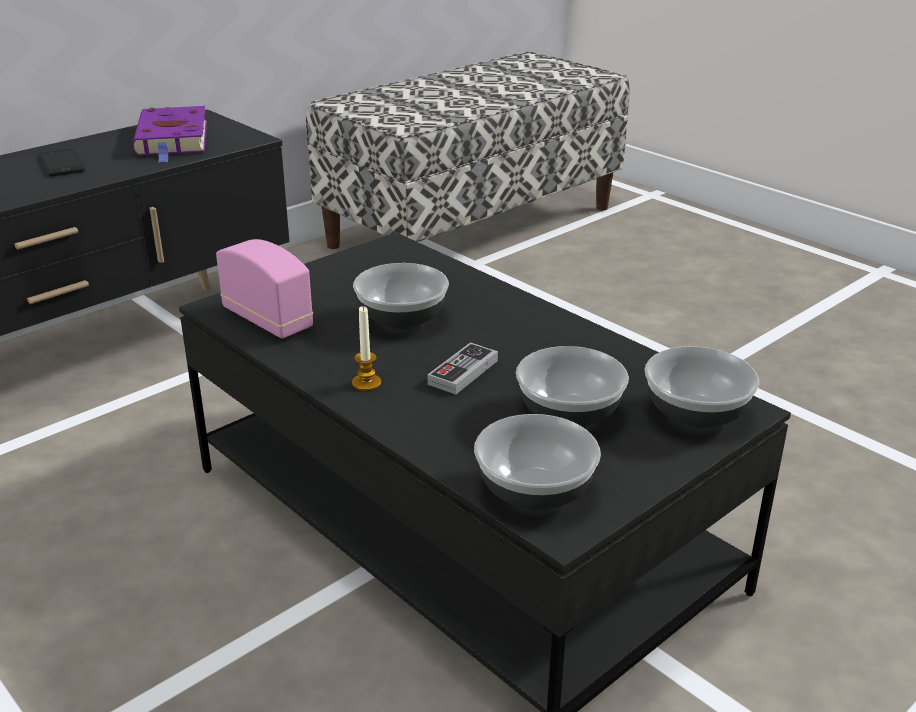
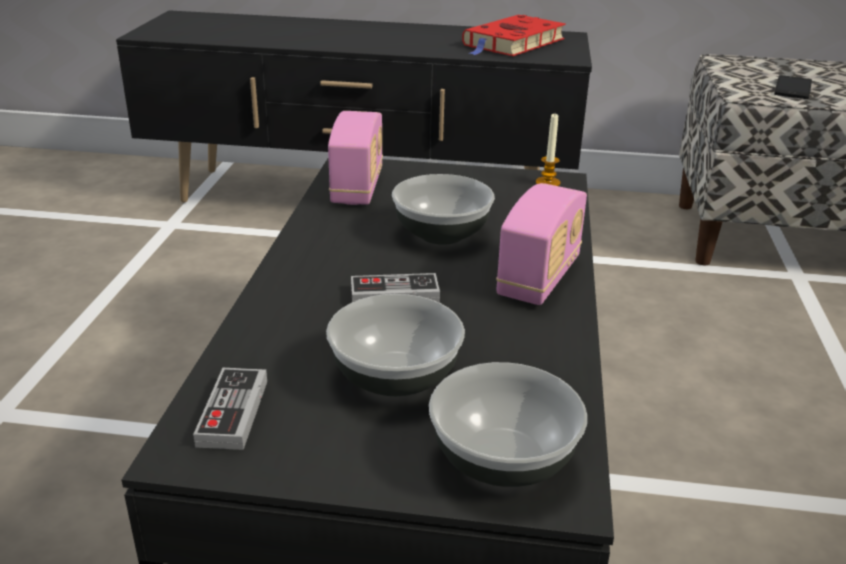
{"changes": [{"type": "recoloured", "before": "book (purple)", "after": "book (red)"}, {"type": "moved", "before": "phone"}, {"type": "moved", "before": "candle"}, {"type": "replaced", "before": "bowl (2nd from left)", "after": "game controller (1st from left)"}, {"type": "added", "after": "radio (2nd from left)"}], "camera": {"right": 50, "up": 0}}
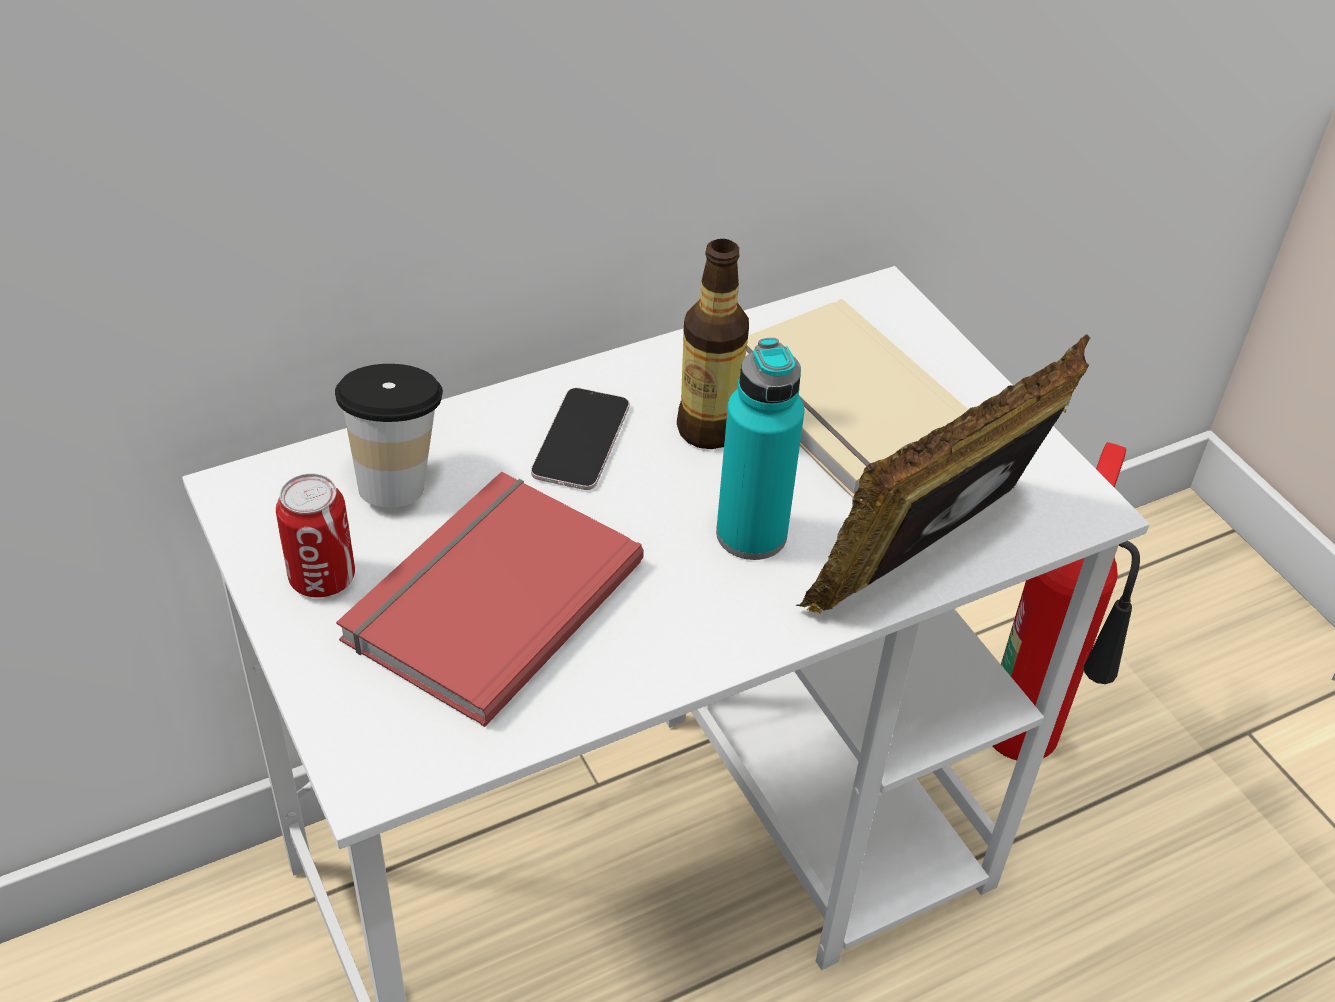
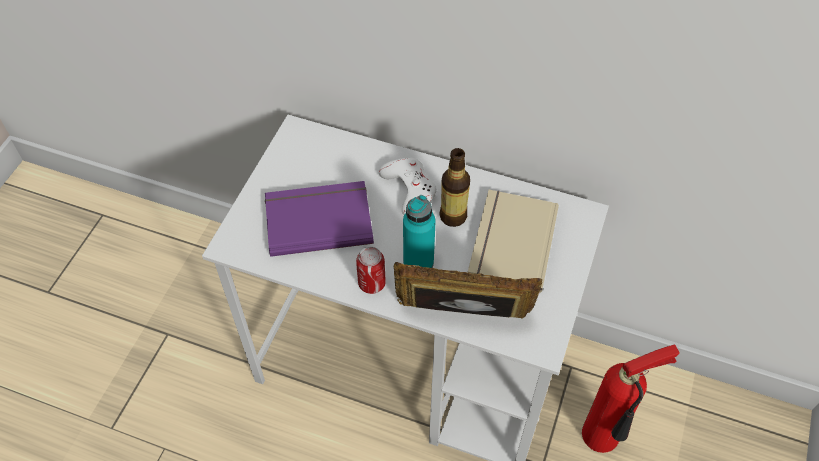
{"changes": [{"type": "removed", "before": "cup"}, {"type": "replaced", "before": "phone", "after": "game controller (white)"}, {"type": "recoloured", "before": "book (red)", "after": "book (purple)"}, {"type": "moved", "before": "can"}], "camera": {"right": 50, "up": 10}}
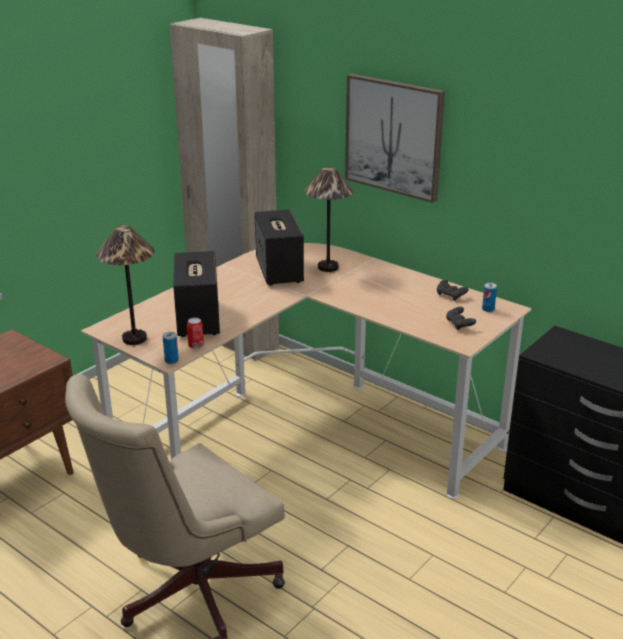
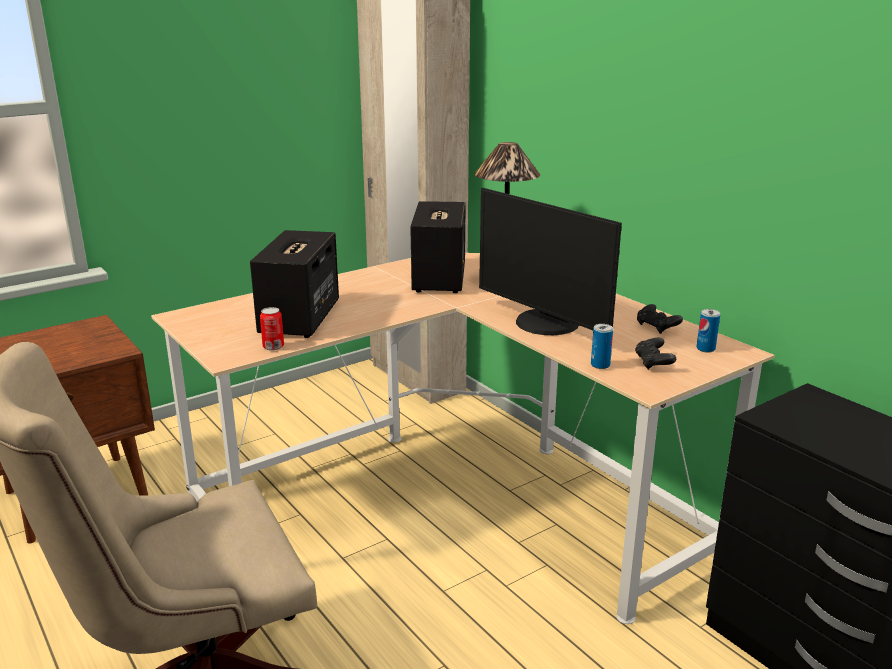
{"changes": [{"type": "removed", "before": "picture"}, {"type": "removed", "before": "table lamp (1st from left)"}, {"type": "moved", "before": "can (1st from left in the first image)", "after": "can (2nd from left)"}, {"type": "added", "after": "monitor"}], "camera": {"right": 15, "up": -5}}
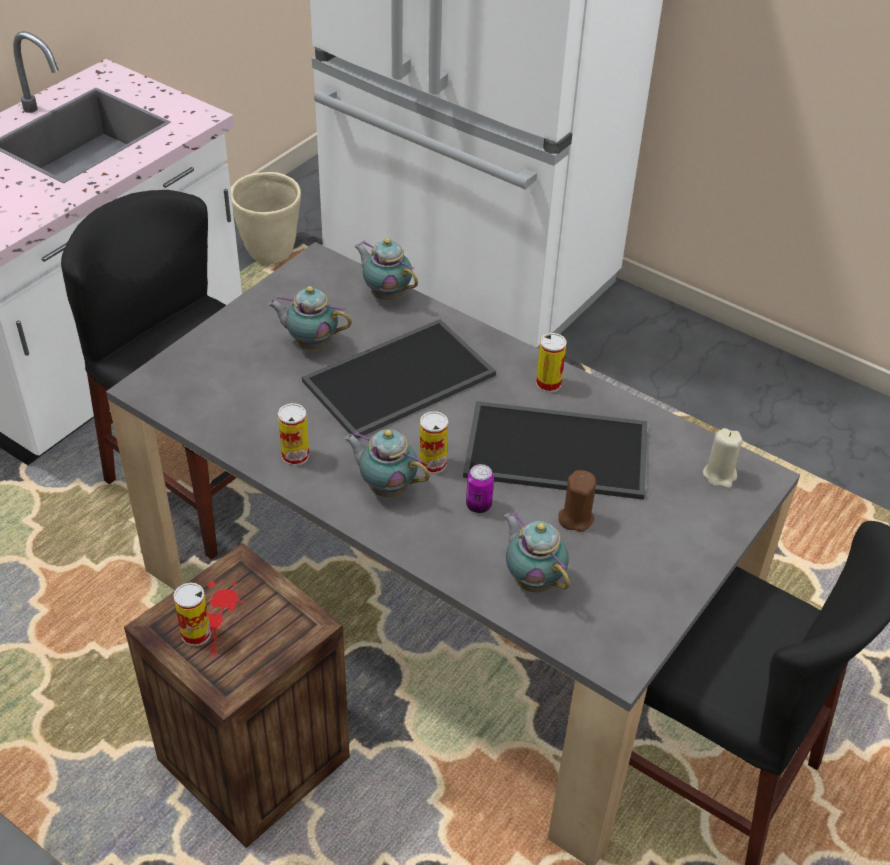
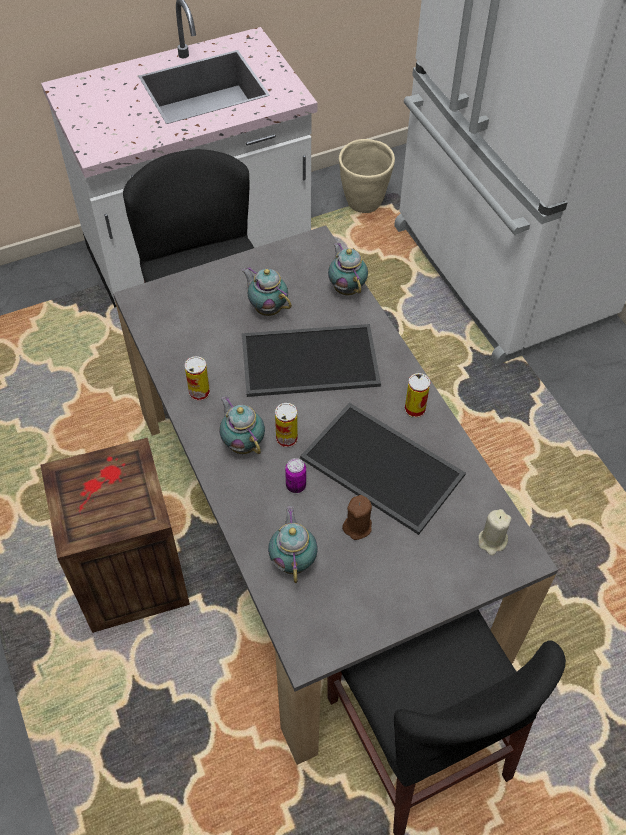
{"changes": [{"type": "removed", "before": "can (1st from left)"}], "camera": {"right": 30, "up": 10}}
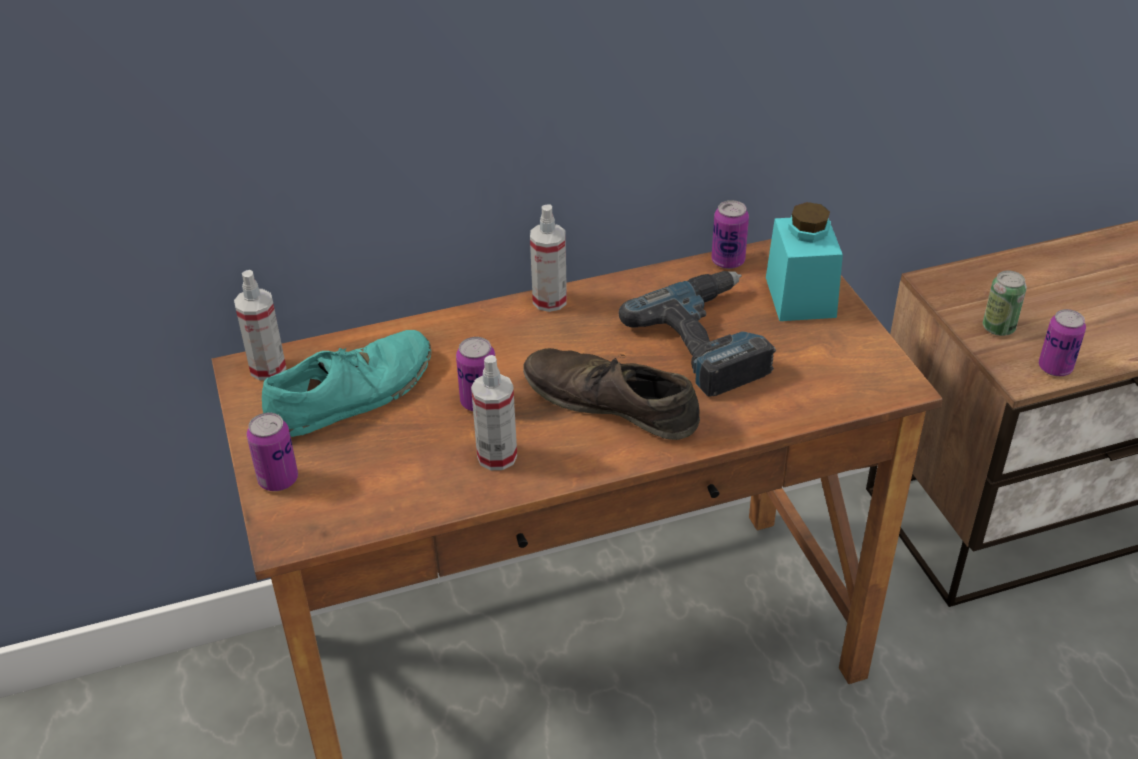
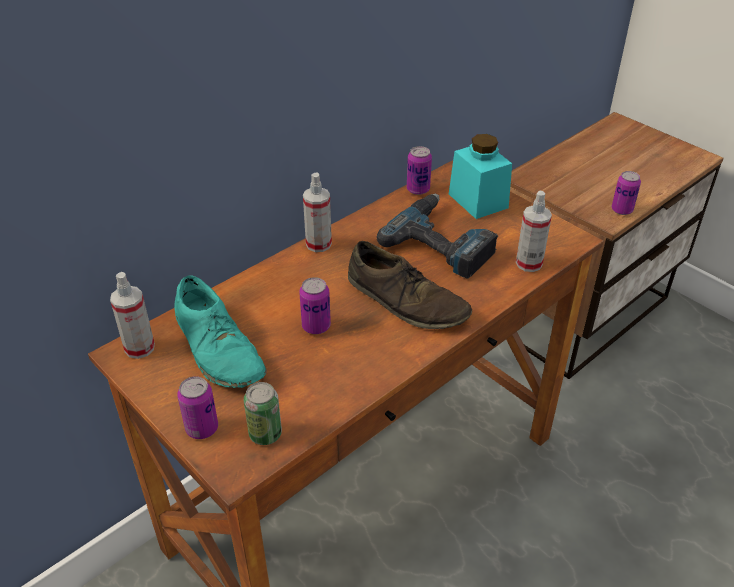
{"changes": [{"type": "moved", "before": "can (4th from left in the first image)", "after": "can (2nd from left)"}, {"type": "turned", "before": "shoe (turquoise)", "turn": 120}, {"type": "turned", "before": "shoe (brown)", "turn": -150}, {"type": "moved", "before": "spray bottle (2nd from left in the first image)", "after": "spray bottle (3rd from left)"}], "camera": {"right": -25, "up": 0}}
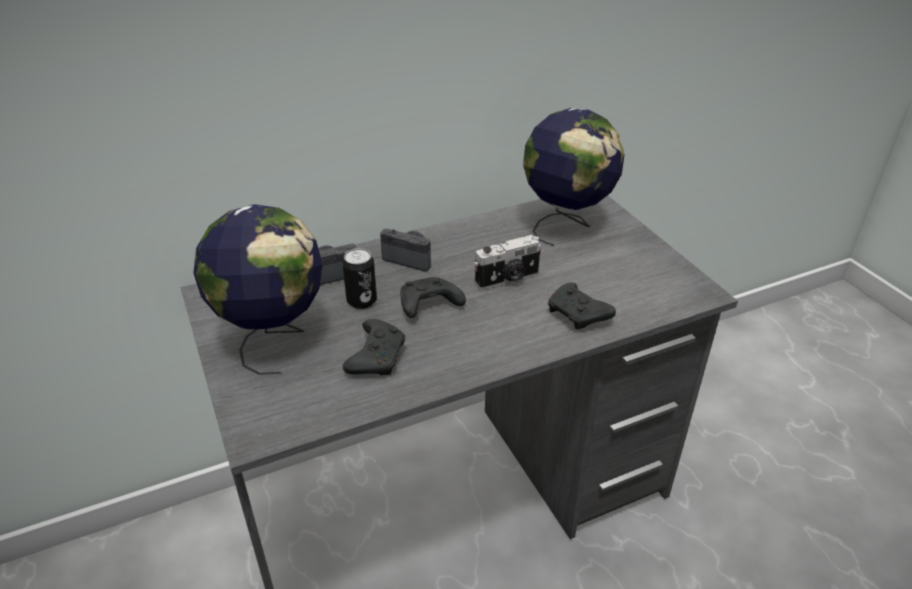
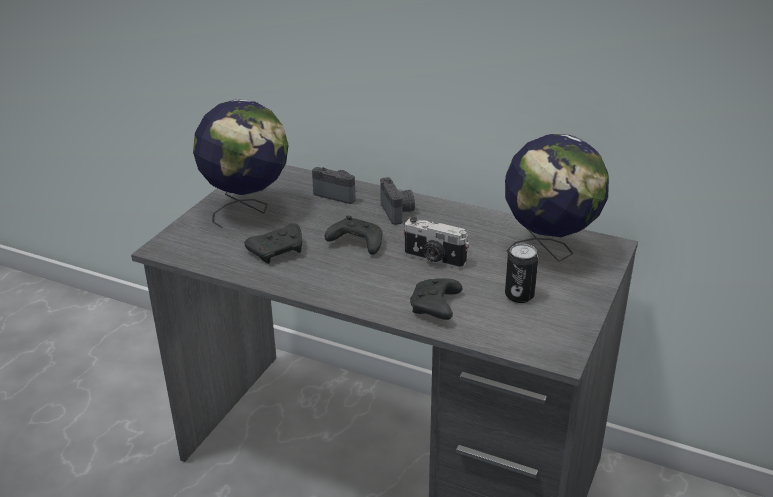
{"changes": [{"type": "moved", "before": "can"}], "camera": {"right": 50, "up": -5}}
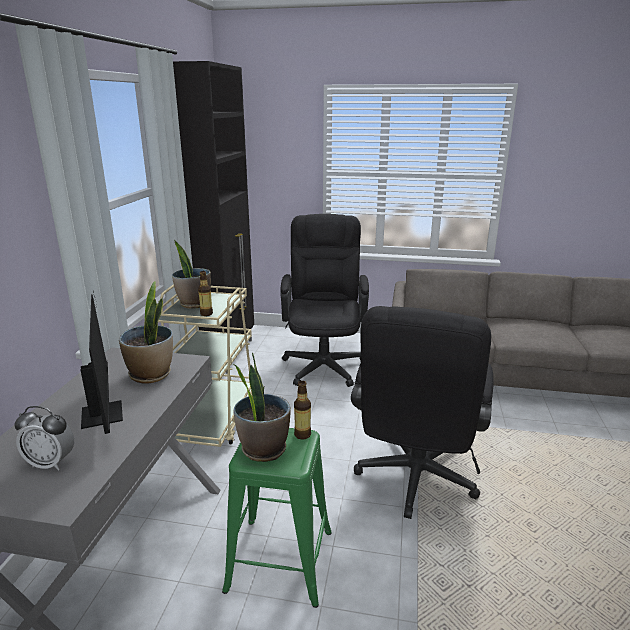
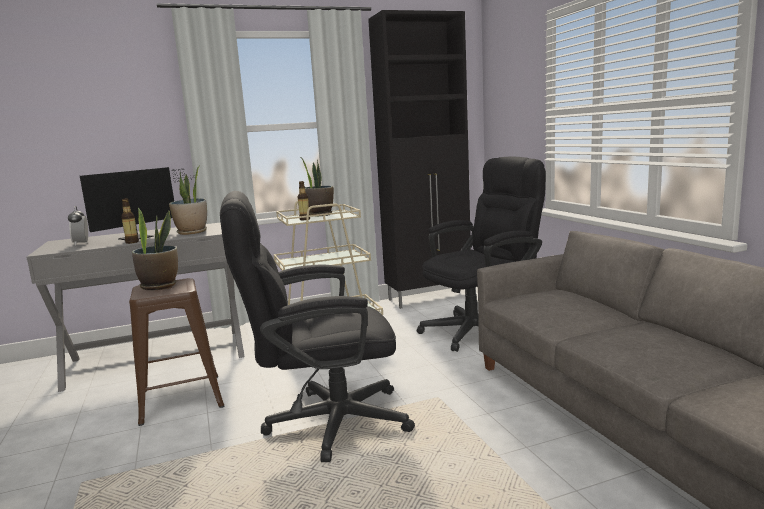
{"changes": [{"type": "moved", "before": "bottle (2nd from left in the first image)", "after": "bottle (1st from left)"}, {"type": "recoloured", "before": "stool (green)", "after": "stool (brown)"}], "camera": {"right": 60, "up": -10}}
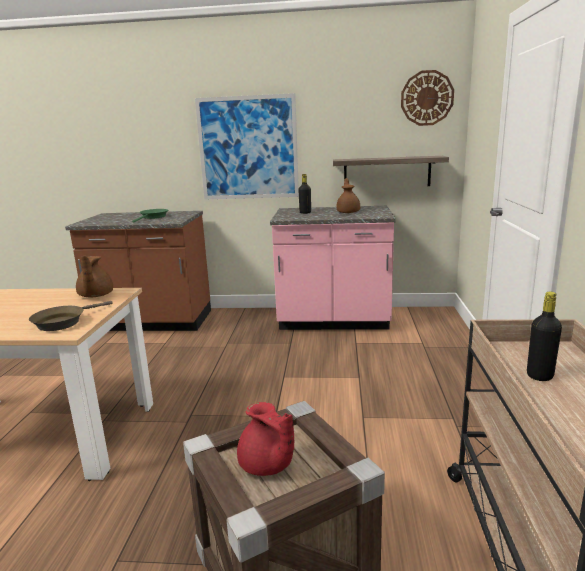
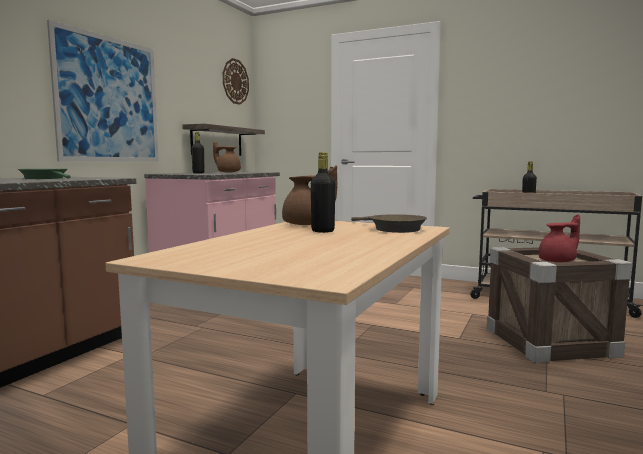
{"changes": [{"type": "added", "after": "bottle (black) (2nd from left)"}], "camera": {"right": -70, "up": -10}}
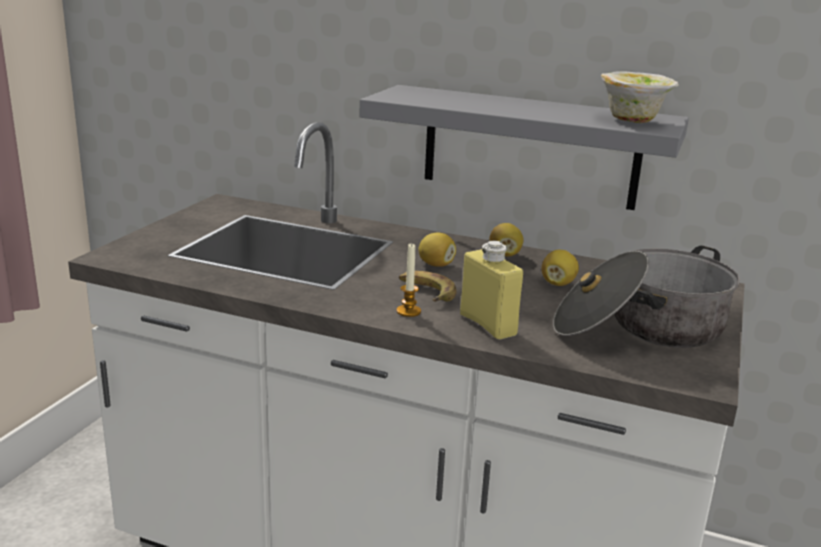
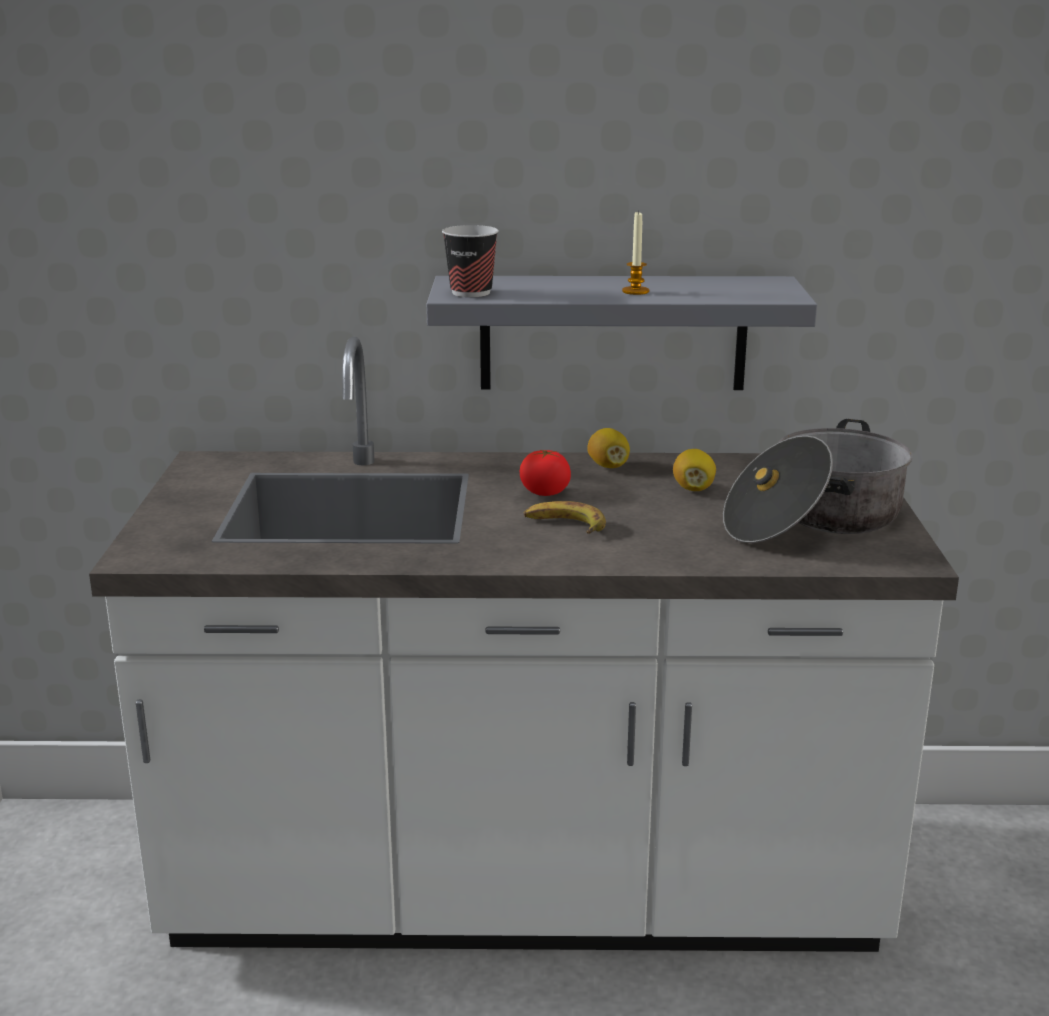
{"changes": [{"type": "removed", "before": "bowl"}, {"type": "replaced", "before": "lemon (1st from left)", "after": "tomato"}, {"type": "removed", "before": "bottle (yellow)"}, {"type": "moved", "before": "candle"}, {"type": "added", "after": "cup"}], "camera": {"right": -20, "up": 0}}
